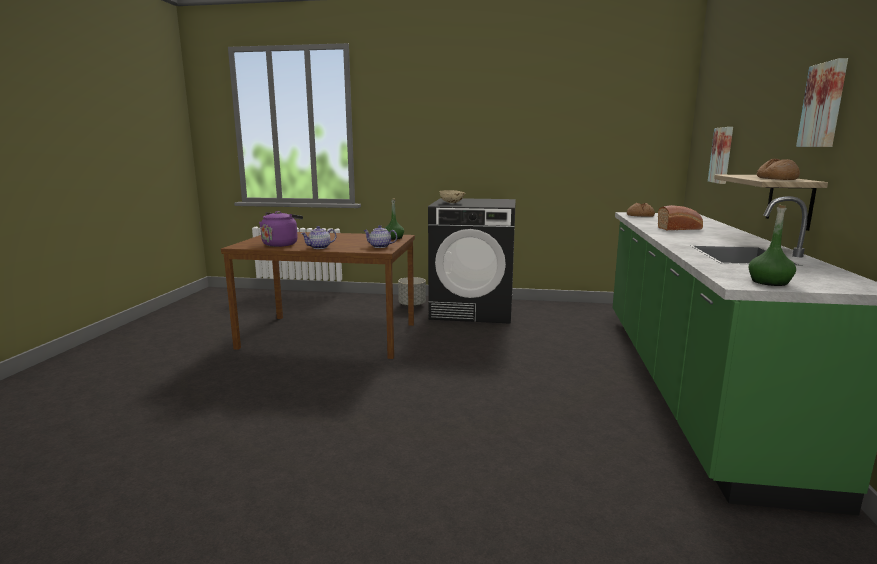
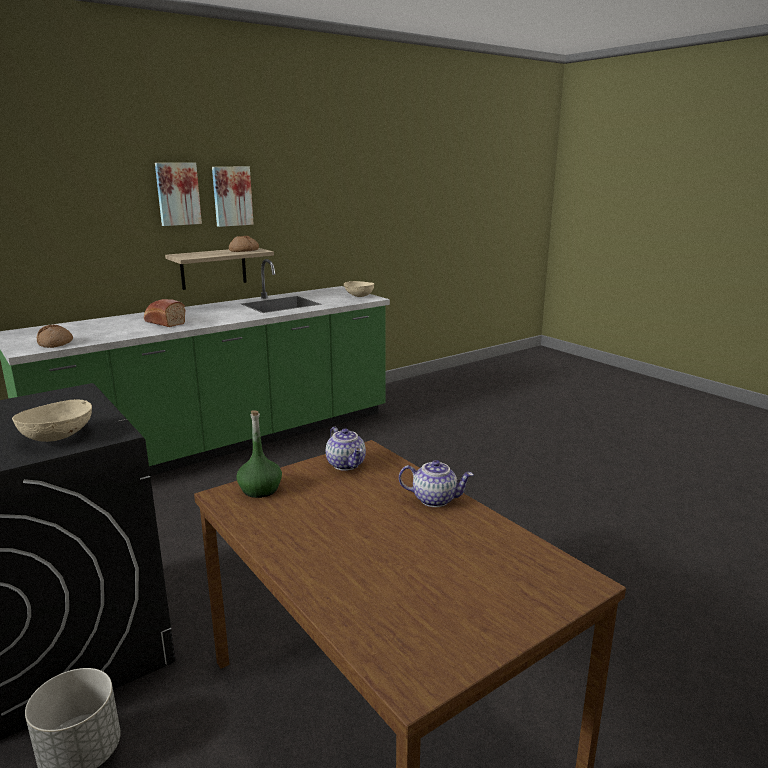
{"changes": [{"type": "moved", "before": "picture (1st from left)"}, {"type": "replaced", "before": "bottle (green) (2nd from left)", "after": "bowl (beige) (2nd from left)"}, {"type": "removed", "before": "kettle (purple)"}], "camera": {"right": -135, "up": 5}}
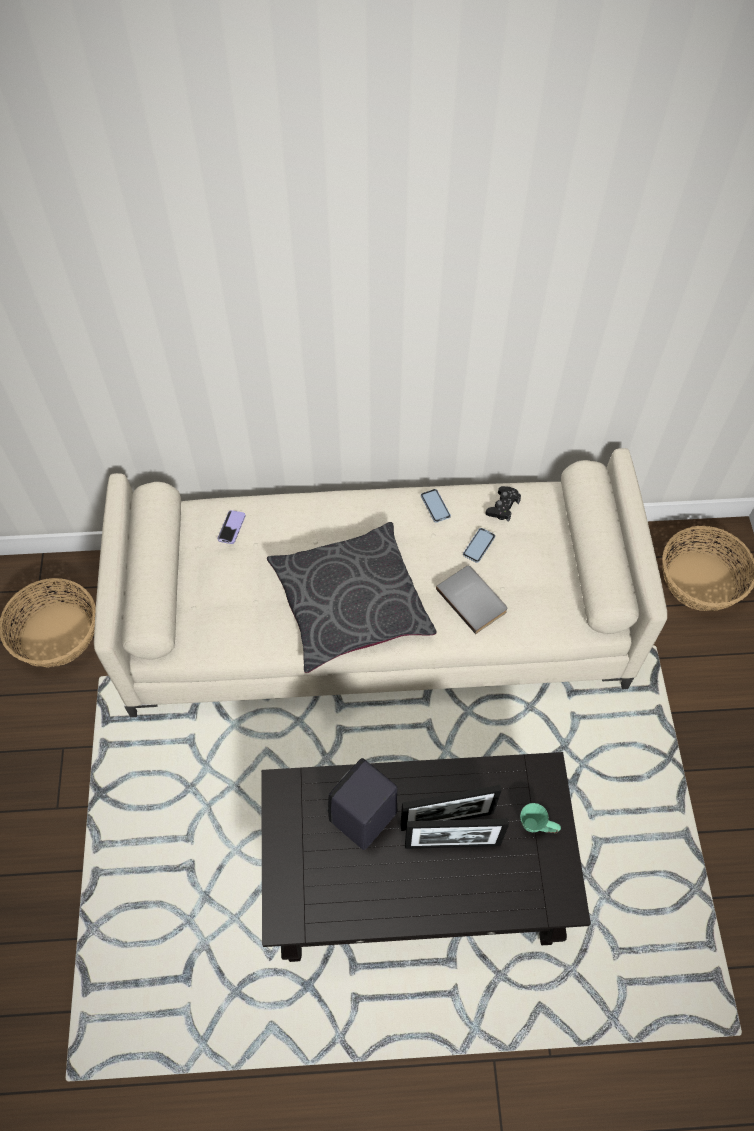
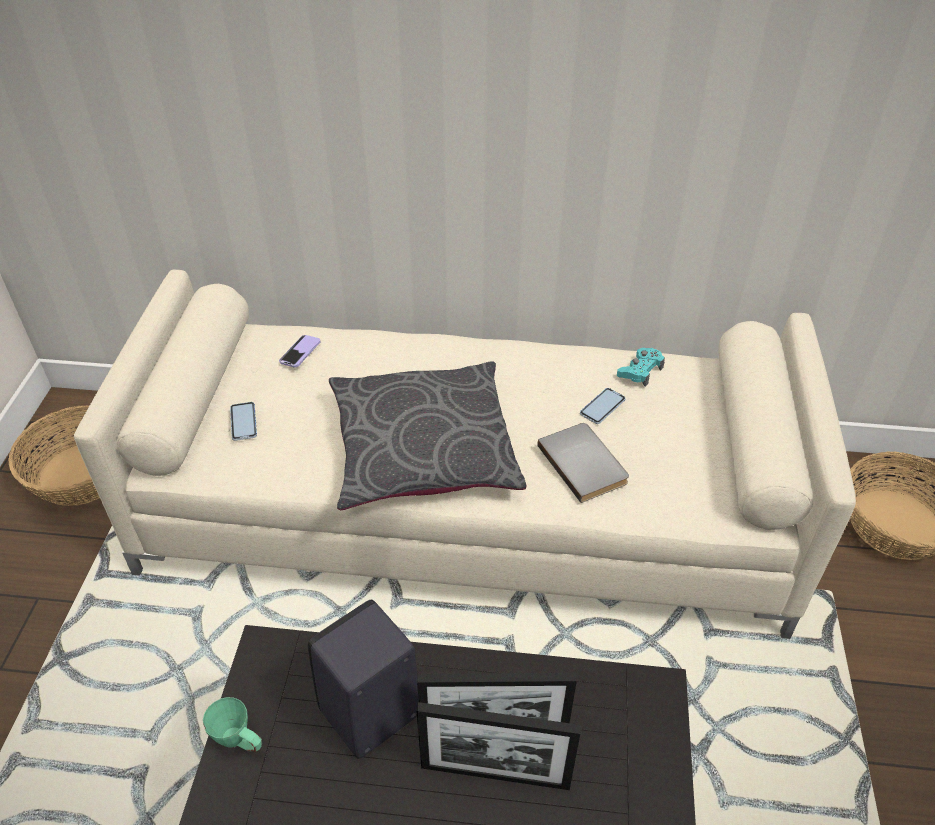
{"changes": [{"type": "recoloured", "before": "game controller (black)", "after": "game controller (turquoise)"}, {"type": "moved", "before": "phone (2nd from left in the first image)", "after": "phone (1st from left)"}, {"type": "moved", "before": "mug (green)"}], "camera": {"right": 10, "up": -15}}
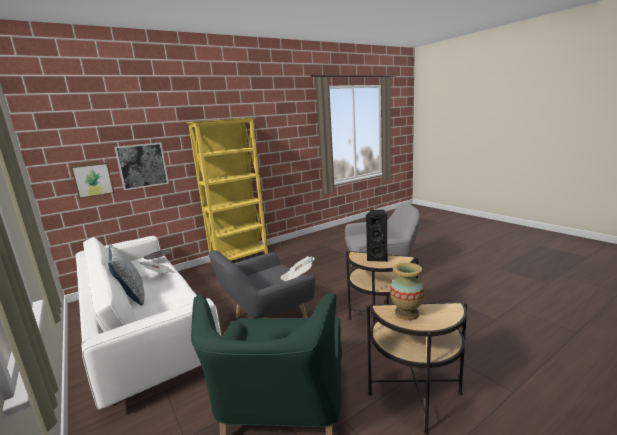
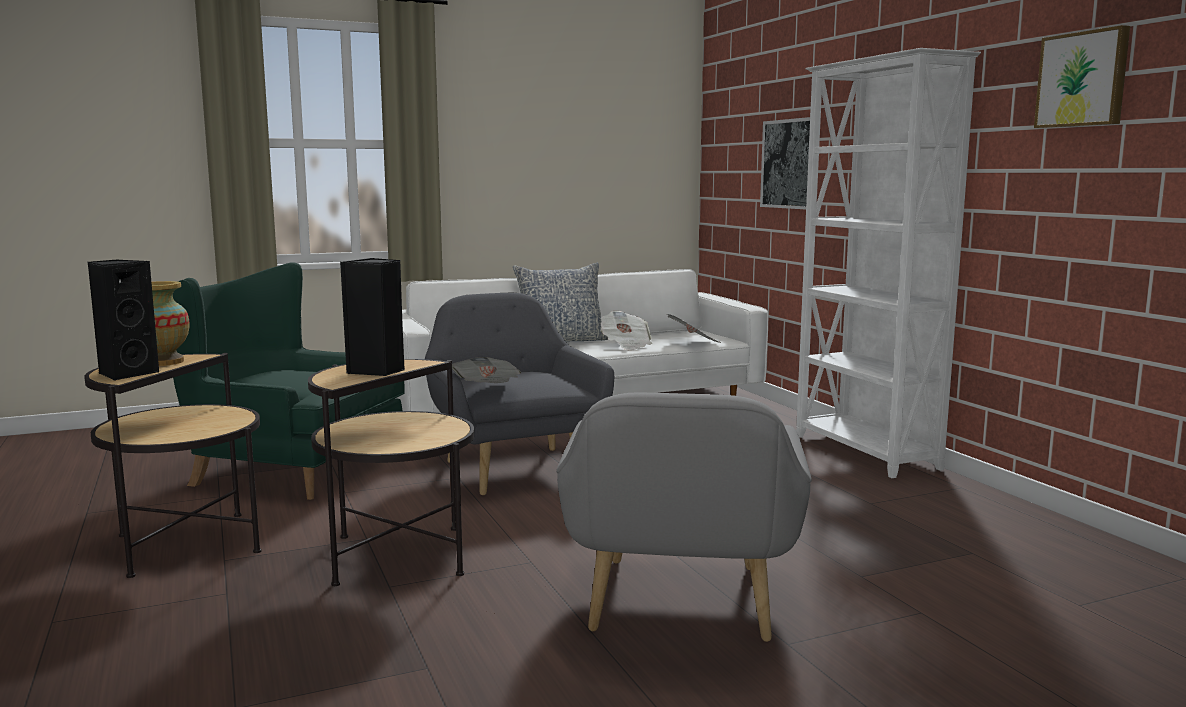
{"changes": [{"type": "recoloured", "before": "bookcase (yellow)", "after": "bookcase (white)"}, {"type": "moved", "before": "picture (1st from left in the first image)", "after": "picture (2nd from left)"}, {"type": "added", "after": "speaker (black) (1st from left)"}], "camera": {"right": 100, "up": -5}}
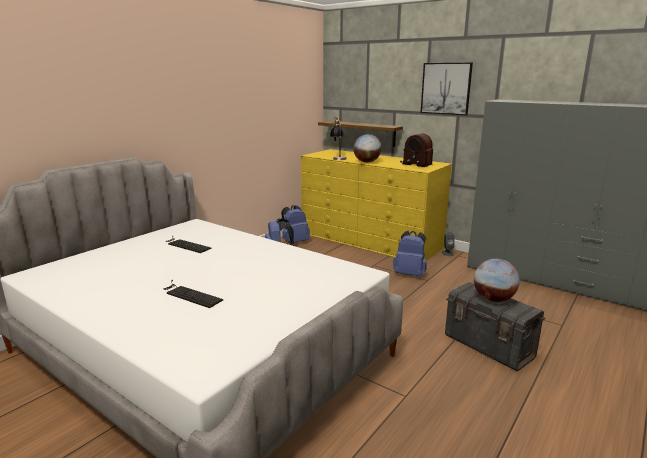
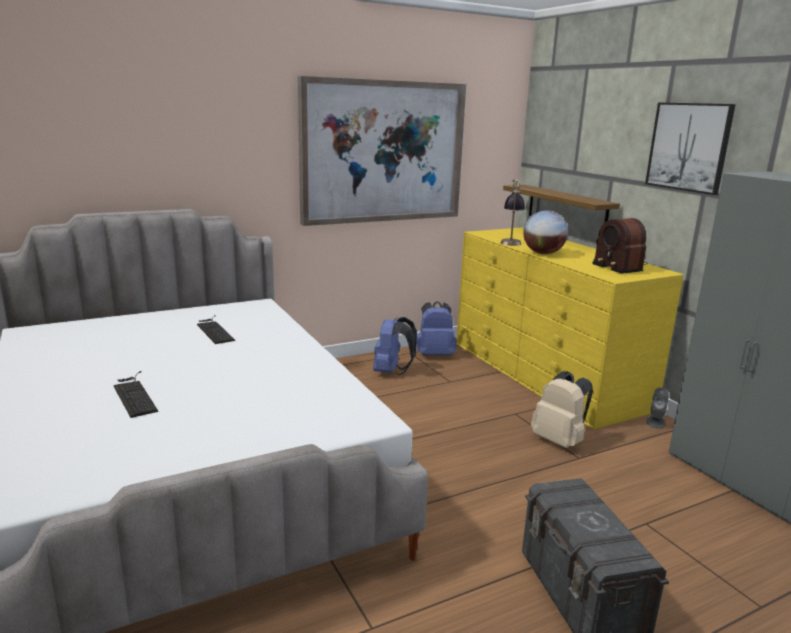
{"changes": [{"type": "recoloured", "before": "backpack (blue) (3rd from left)", "after": "backpack (beige)"}, {"type": "removed", "before": "globe (2nd from left)"}, {"type": "added", "after": "picture (1st from left)"}], "camera": {"right": 25, "up": 0}}
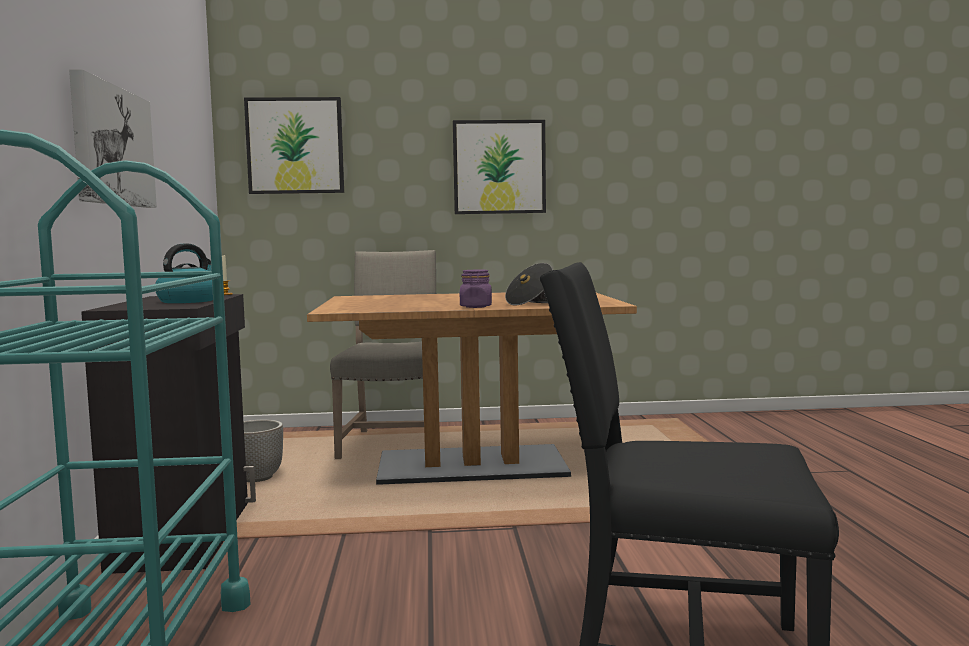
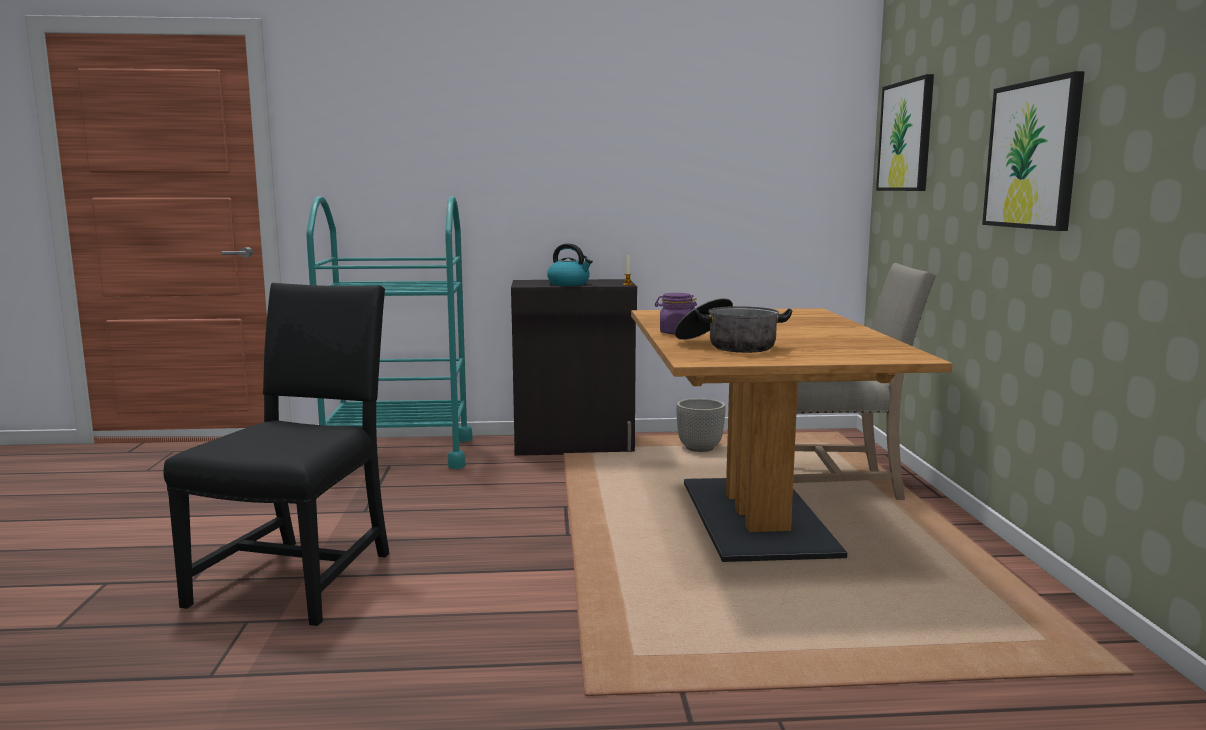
{"changes": [{"type": "removed", "before": "picture (1st from left)"}], "camera": {"right": 90, "up": 5}}
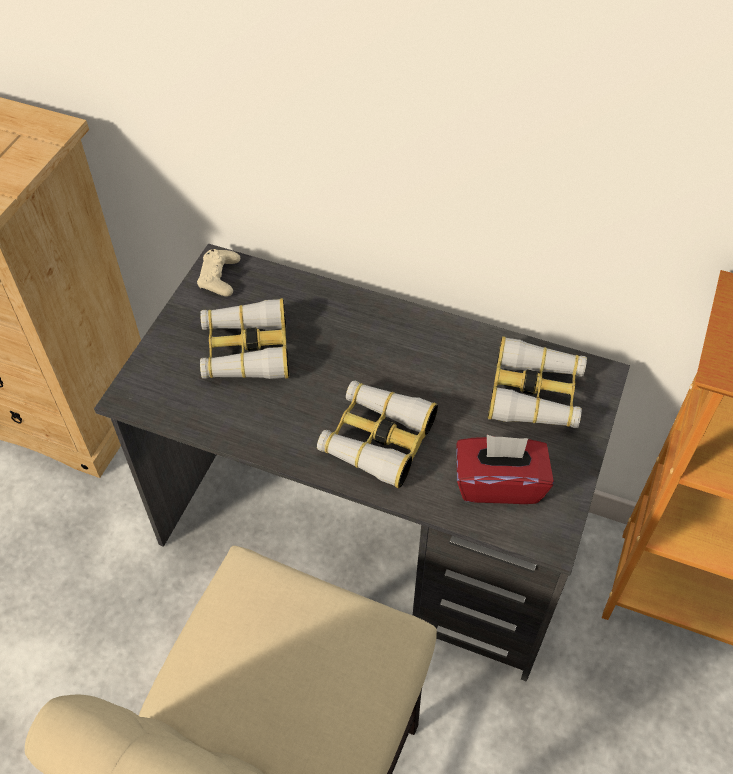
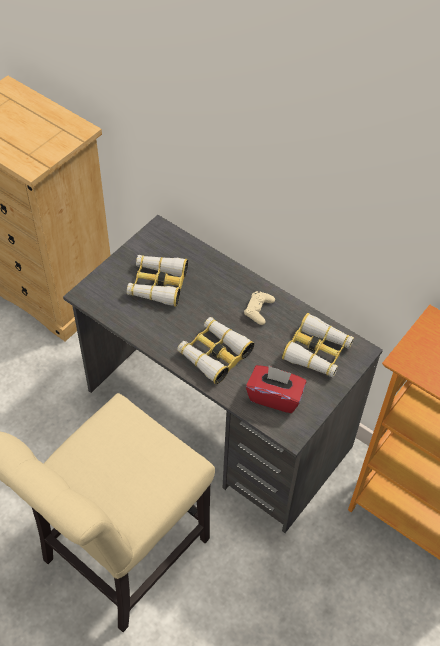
{"changes": [{"type": "moved", "before": "game controller (beige)"}], "camera": {"right": 15, "up": 0}}
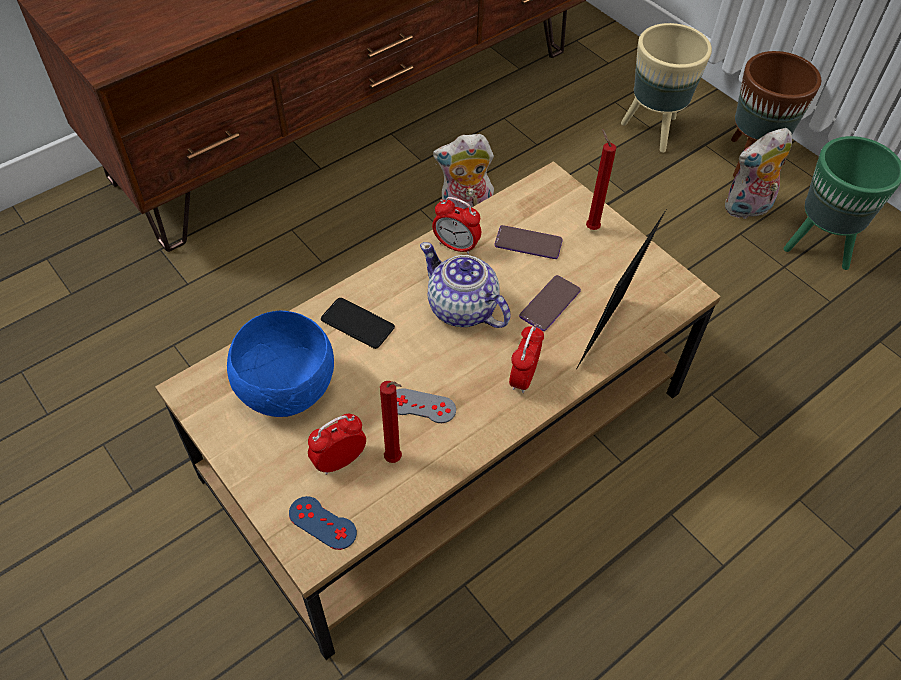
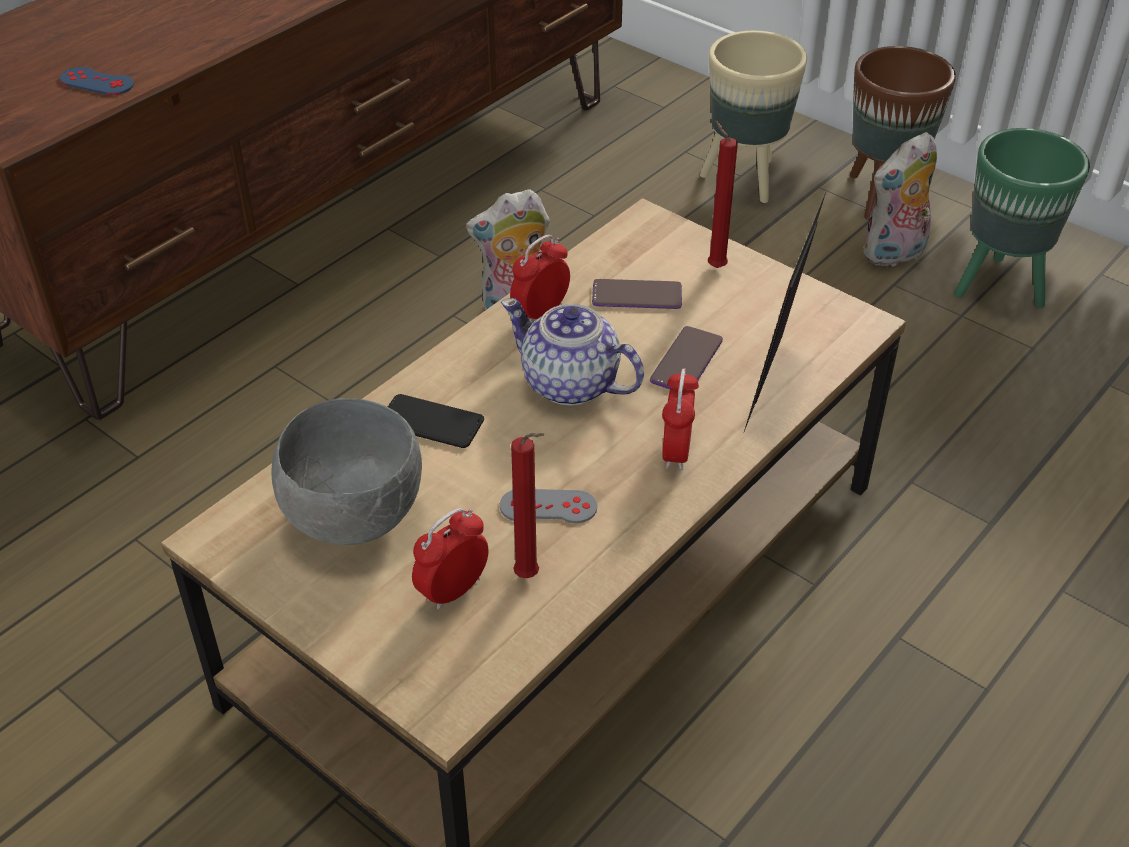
{"changes": [{"type": "turned", "before": "alarm clock (2nd from left)", "turn": 120}, {"type": "recoloured", "before": "bowl (blue)", "after": "bowl (grey)"}, {"type": "moved", "before": "game controller (blue)"}], "camera": {"right": -10, "up": -10}}
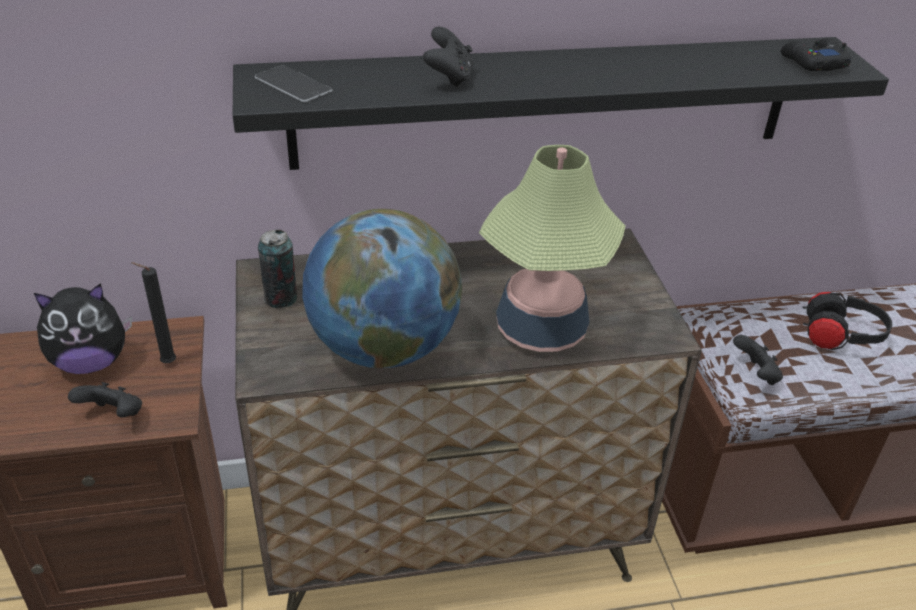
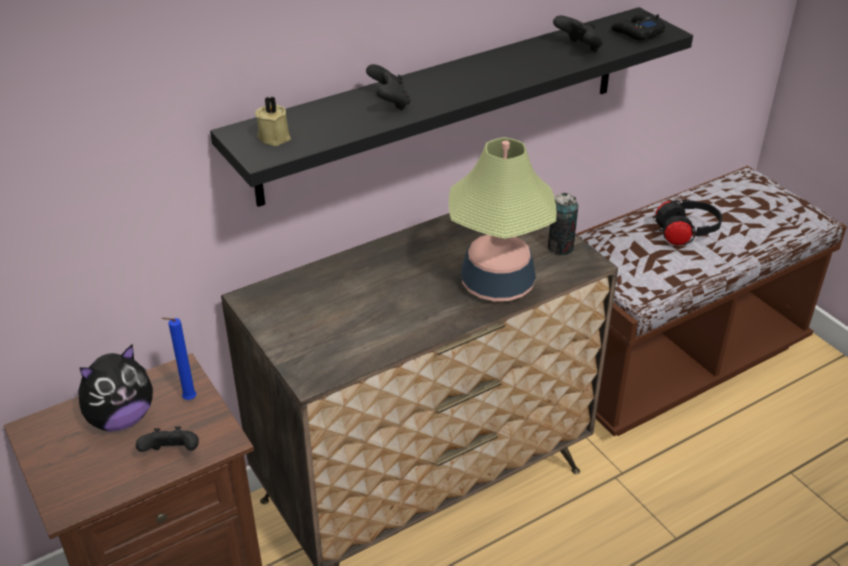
{"changes": [{"type": "replaced", "before": "phone", "after": "candle (beige)"}, {"type": "removed", "before": "globe"}, {"type": "moved", "before": "can"}, {"type": "recoloured", "before": "candle (black)", "after": "candle (blue)"}, {"type": "moved", "before": "game controller (black) (3rd from left)"}], "camera": {"right": -20, "up": 0}}
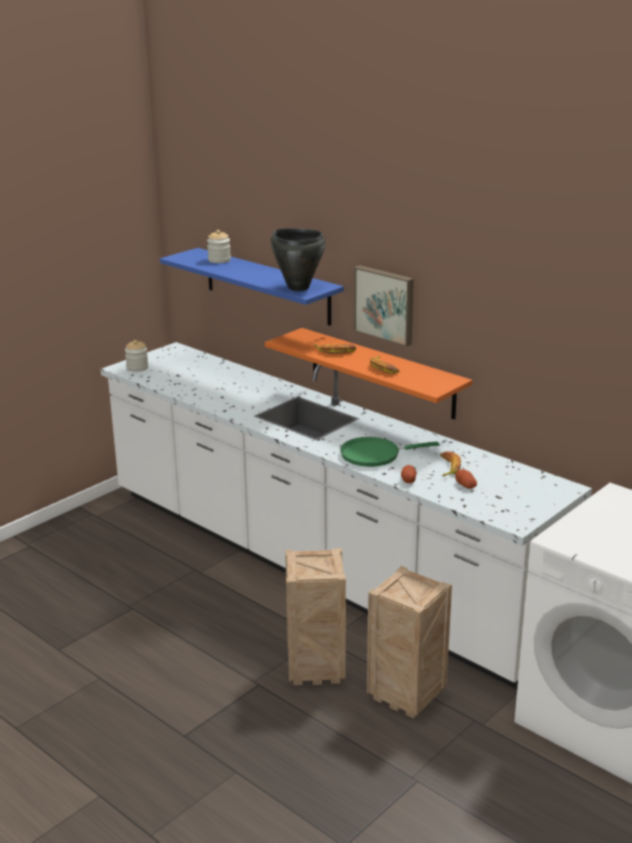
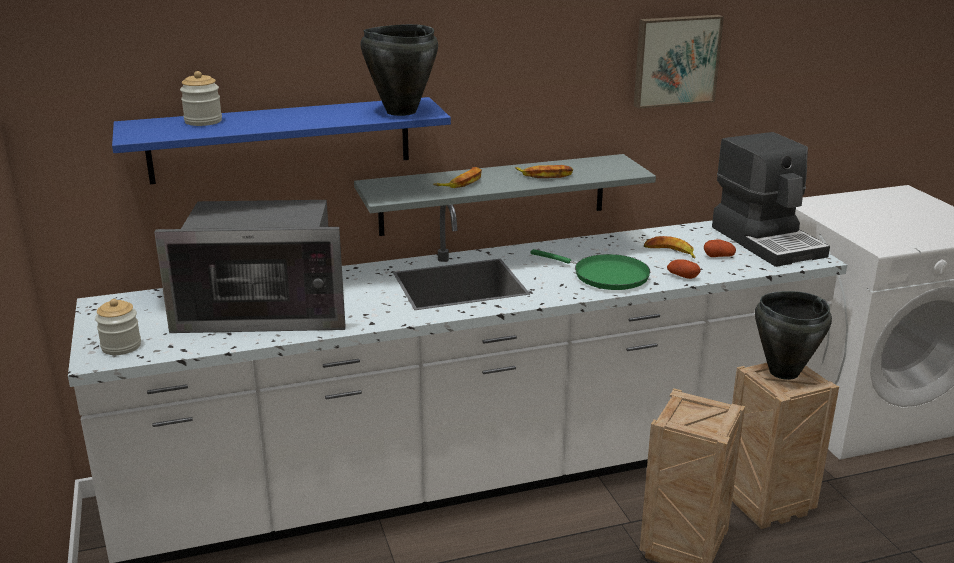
{"changes": [{"type": "moved", "before": "picture"}, {"type": "recoloured", "before": "shelf (orange)", "after": "shelf (grey)"}, {"type": "turned", "before": "frying pan (green)", "turn": -75}, {"type": "added", "after": "coffee machine"}, {"type": "added", "after": "microwave"}, {"type": "added", "after": "cooking pot (black) (2nd from left)"}], "camera": {"right": -60, "up": 0}}
